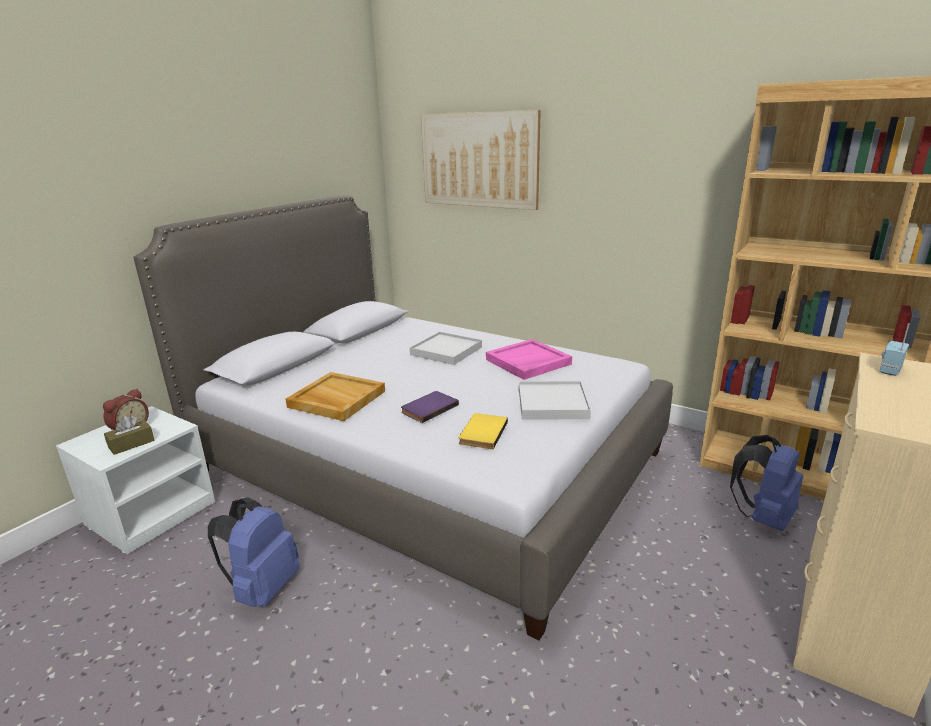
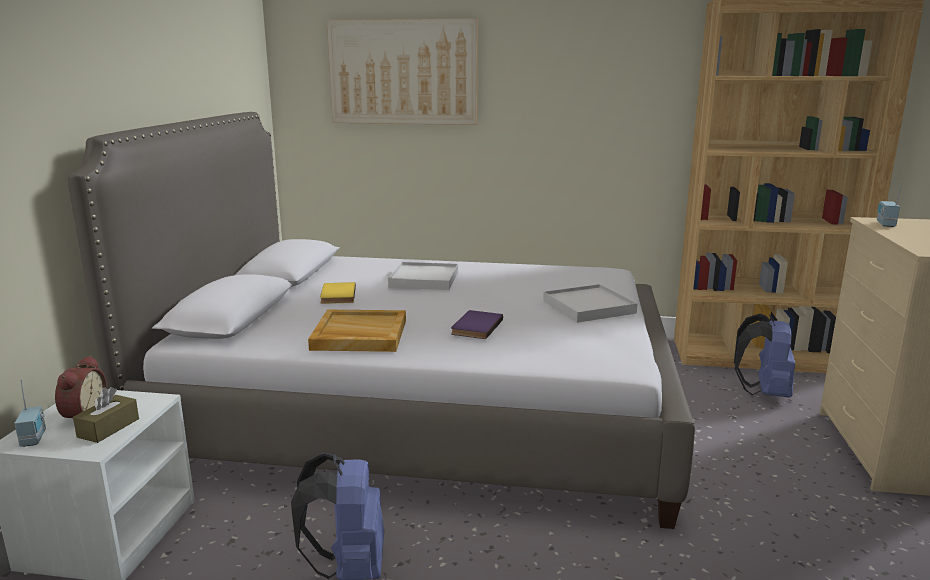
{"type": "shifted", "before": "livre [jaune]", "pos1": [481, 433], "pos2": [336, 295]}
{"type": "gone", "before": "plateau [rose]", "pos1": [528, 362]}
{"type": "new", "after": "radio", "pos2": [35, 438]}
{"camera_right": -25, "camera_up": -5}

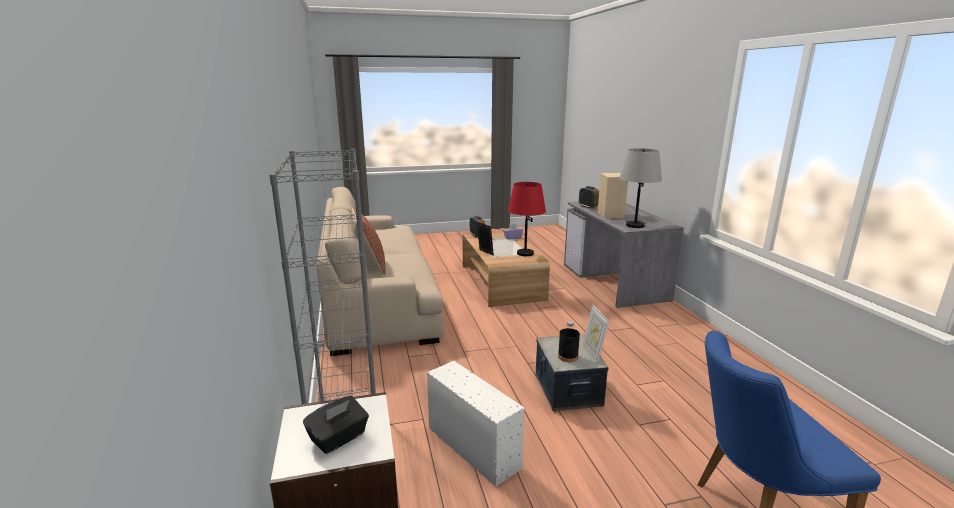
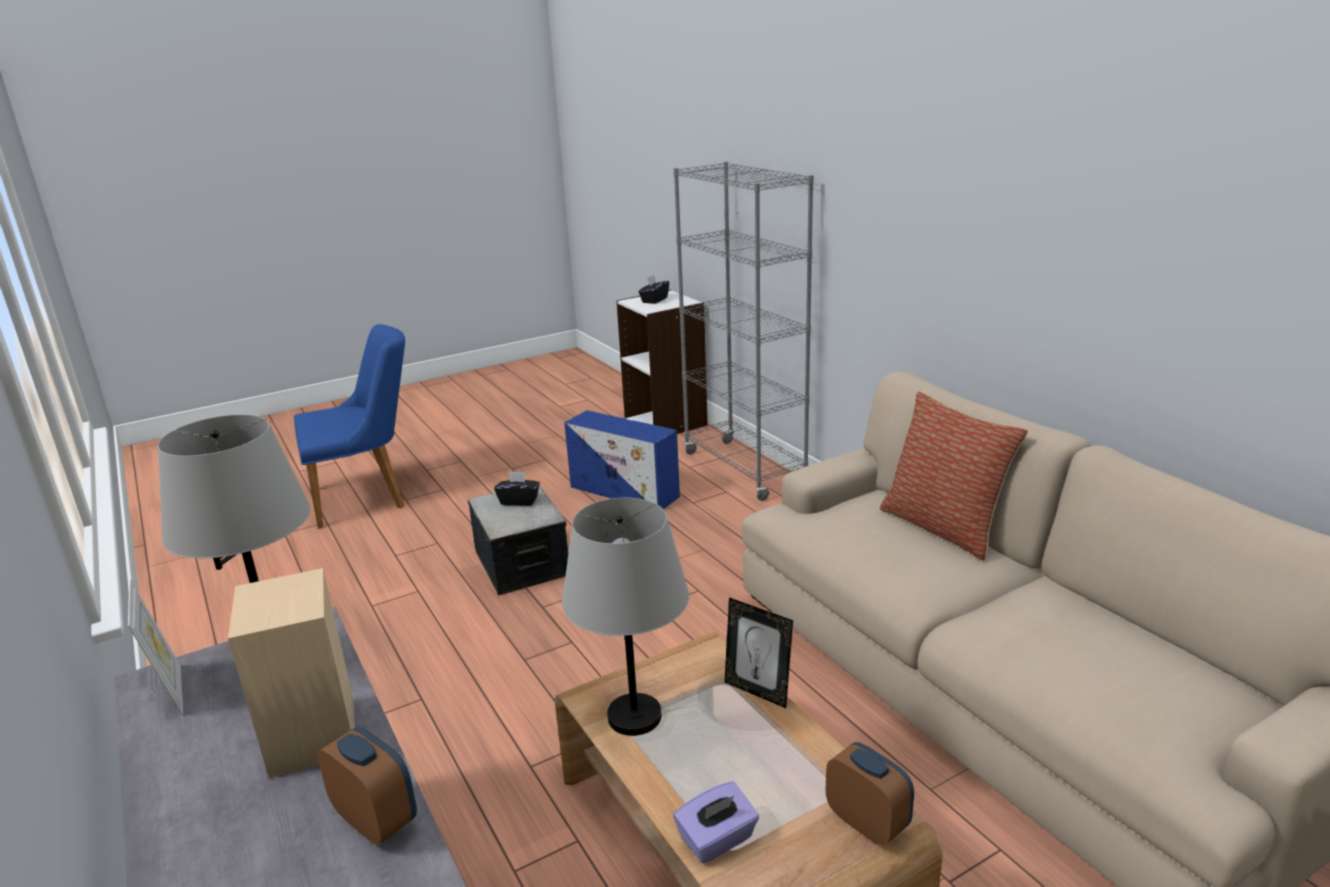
{"type": "repainted", "before": "boîte de rangement [blanc]", "after": "boîte de rangement [bleu]", "pos1": [471, 446], "pos2": [625, 492]}
{"type": "repainted", "before": "lampe de table [rouge]", "after": "lampe de table [gris]", "pos1": [525, 253], "pos2": [635, 717]}
{"type": "swapped", "before": "bouteille [noir]", "after": "boîte à mouchoirs [noir]", "pos1": [568, 357], "pos2": [519, 501]}
{"type": "shifted", "before": "cadre photo", "pos1": [593, 354], "pos2": [171, 692]}
{"camera_right": 165, "camera_up": 5}

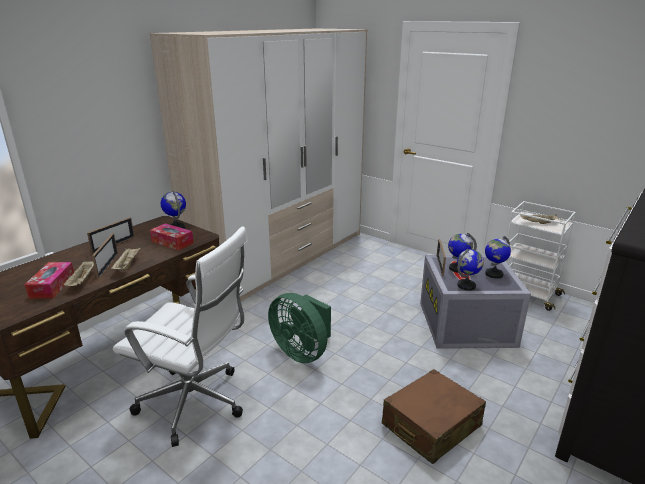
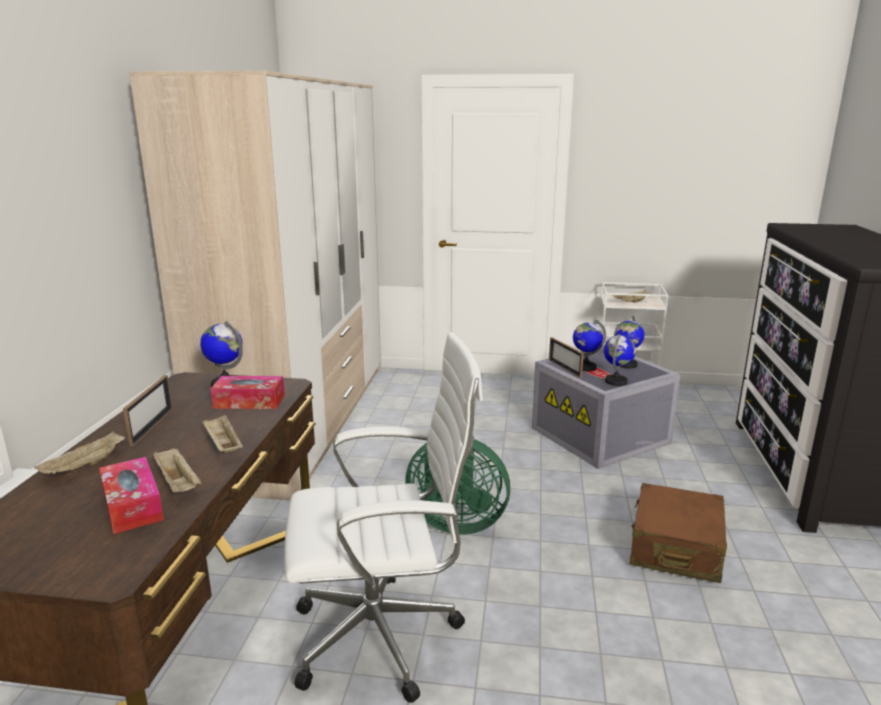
{"type": "gone", "before": "cadre photo", "pos1": [107, 265]}
{"type": "new", "after": "plateau [beige]", "pos2": [84, 467]}
{"camera_right": -30, "camera_up": -5}

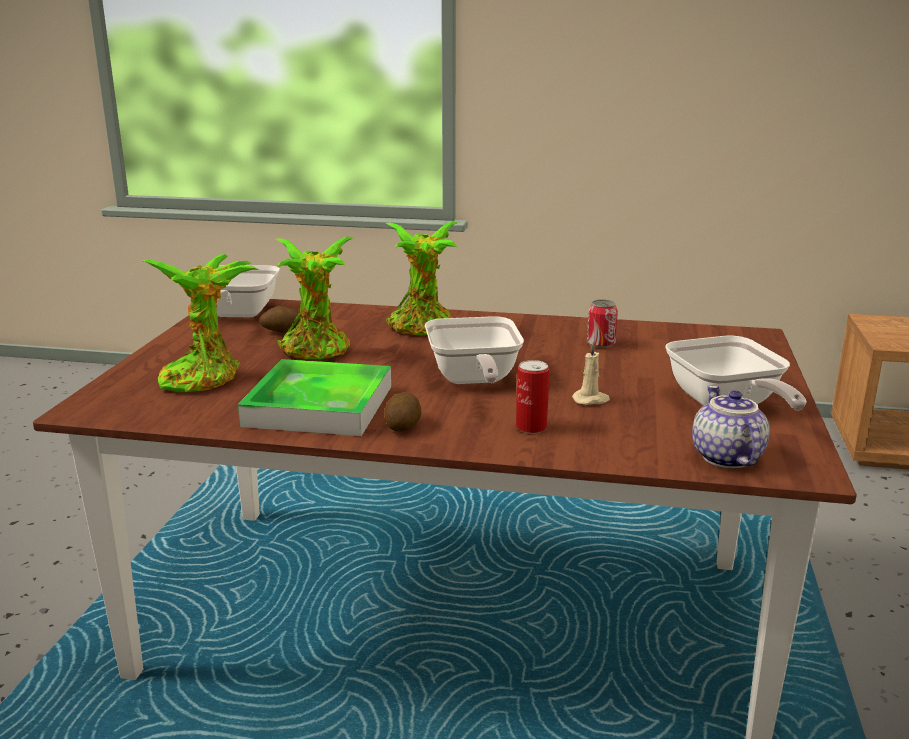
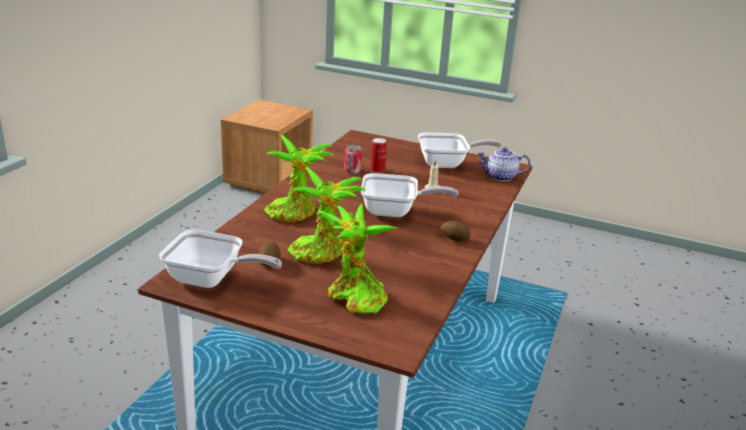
{"type": "gone", "before": "plateau", "pos1": [319, 406]}
{"type": "shifted", "before": "boîte métallique", "pos1": [531, 427], "pos2": [377, 169]}
{"camera_right": -80, "camera_up": 5}

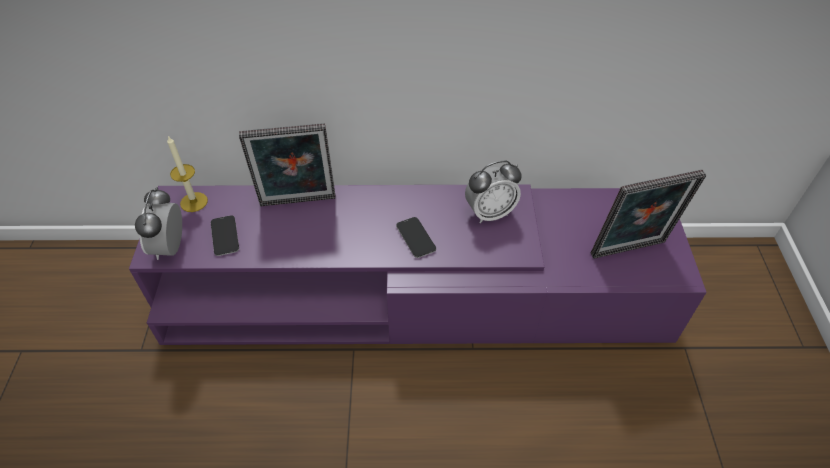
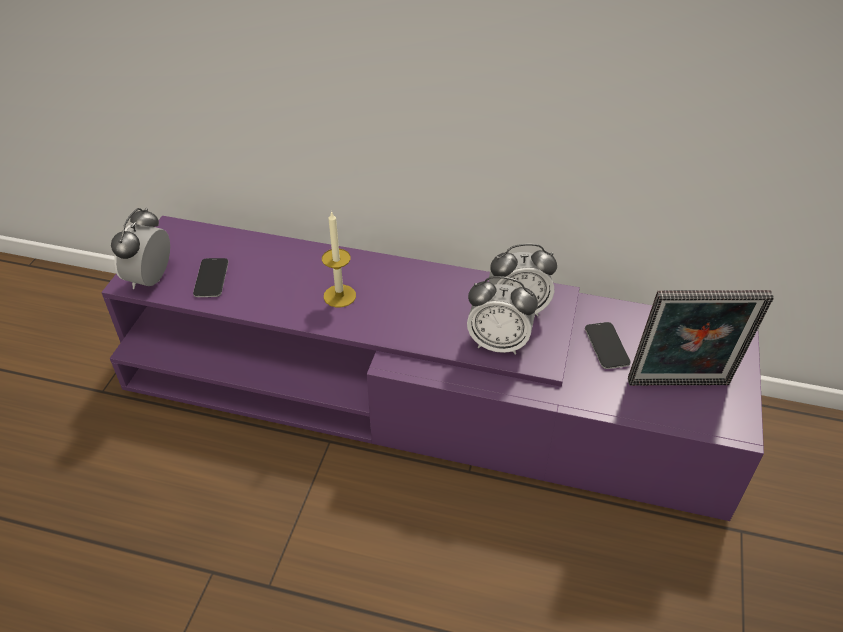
{"type": "shifted", "before": "bougie", "pos1": [194, 202], "pos2": [339, 296]}
{"type": "gone", "before": "cadre photo", "pos1": [298, 203]}
{"type": "shifted", "before": "téléphone", "pos1": [415, 238], "pos2": [606, 346]}
{"type": "new", "after": "réveil", "pos2": [498, 343]}
{"camera_right": 15, "camera_up": -5}

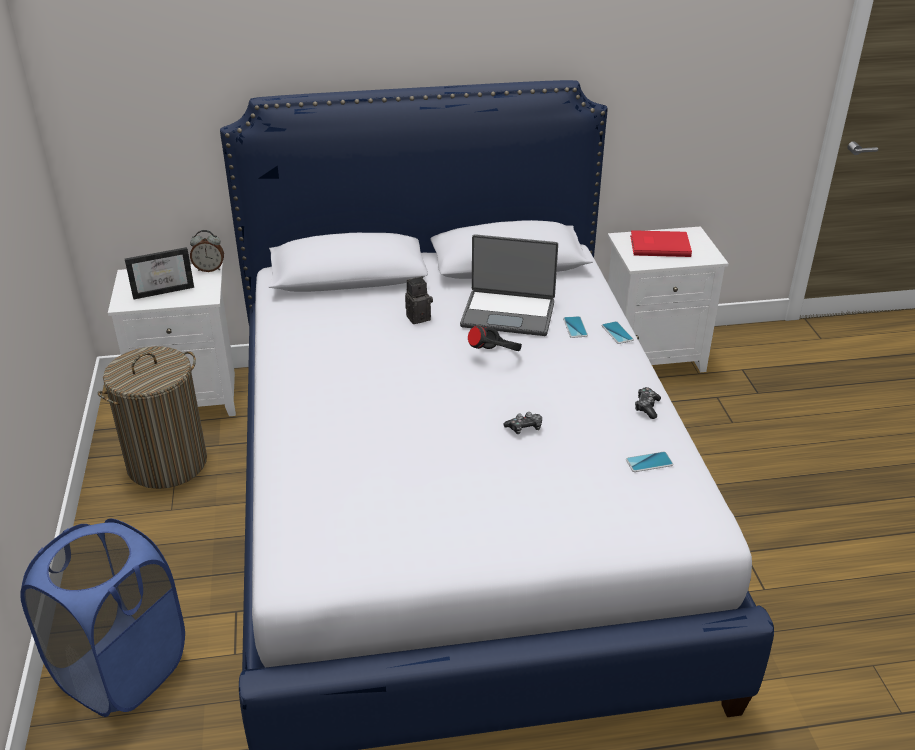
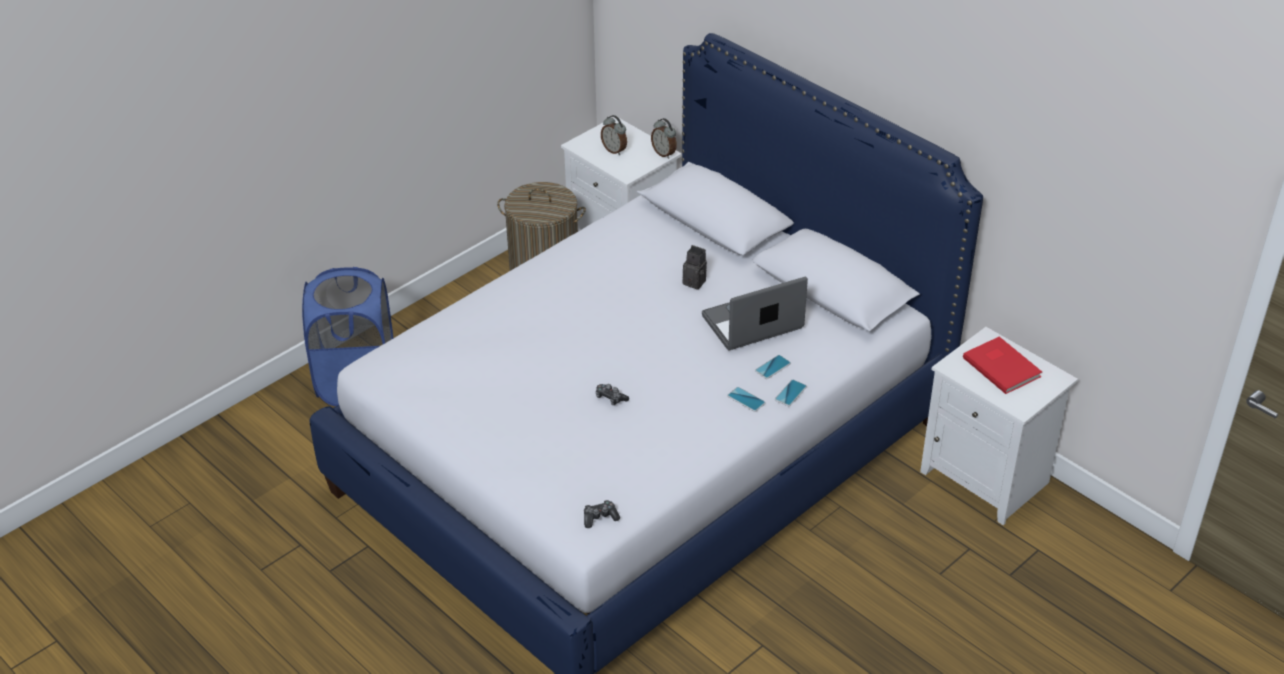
{"type": "swapped", "before": "cadre photo", "after": "réveil", "pos1": [164, 289], "pos2": [614, 150]}
{"type": "rotated", "before": "ordinateur portable", "pos1": [508, 313], "pos2": [753, 324], "turn": 90}
{"type": "gone", "before": "casque audio [noir]", "pos1": [495, 356]}
{"type": "shifted", "before": "téléphone", "pos1": [649, 462], "pos2": [746, 399]}
{"type": "shifted", "before": "manette", "pos1": [647, 407], "pos2": [600, 517]}
{"camera_right": 55, "camera_up": 5}

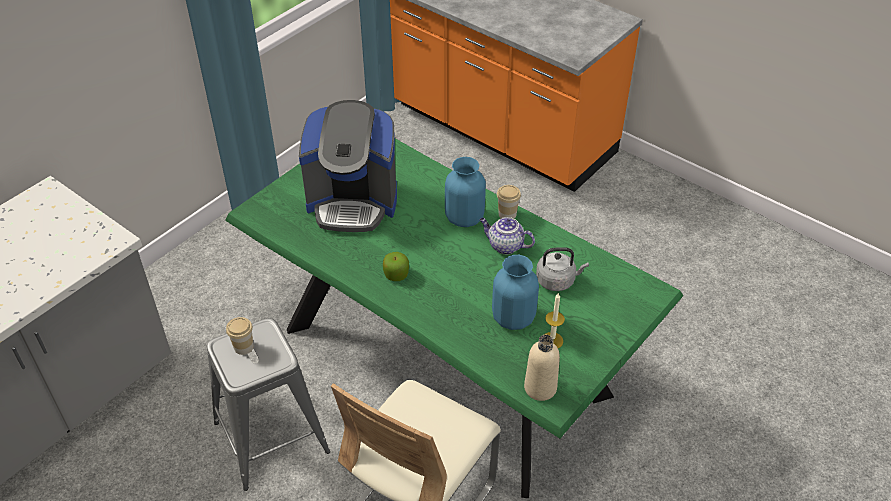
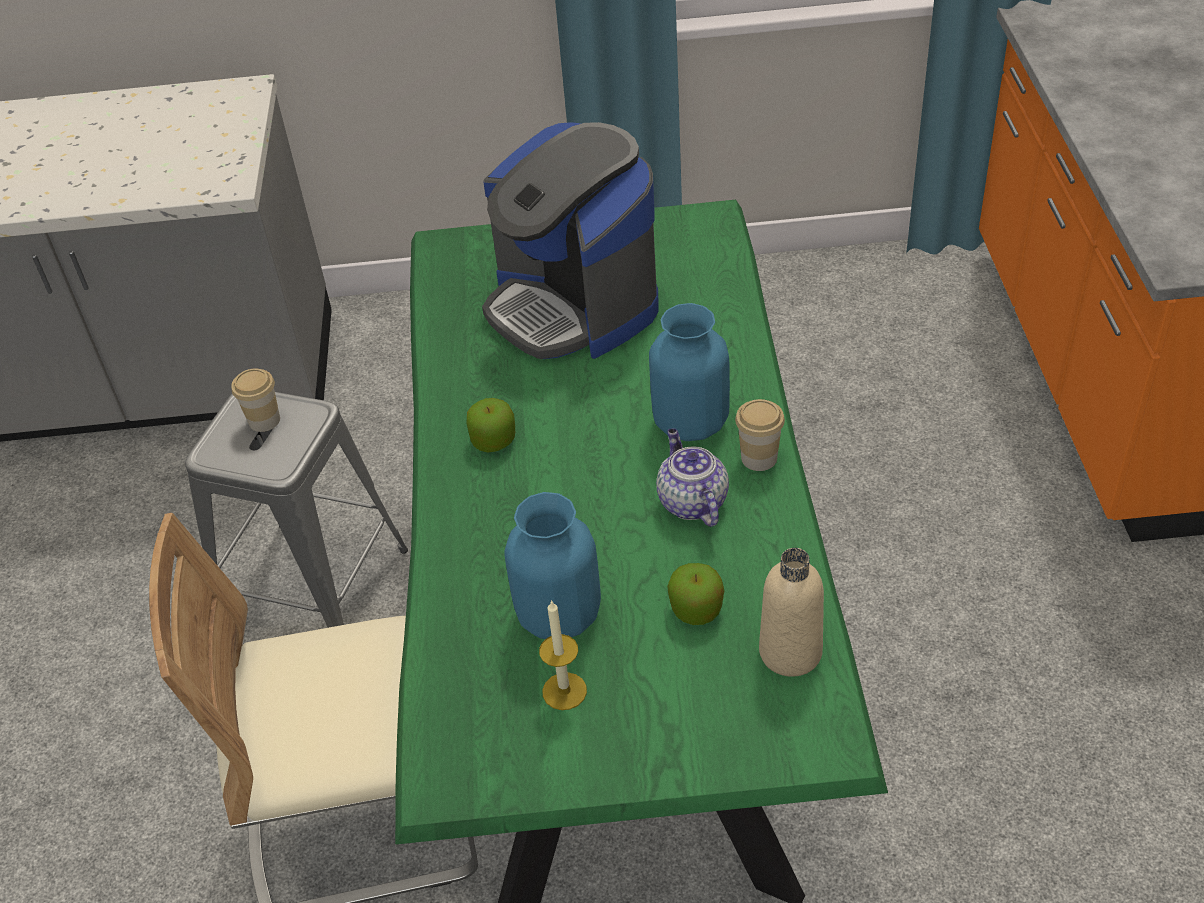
{"type": "shifted", "before": "bouteille [beige]", "pos1": [540, 388], "pos2": [790, 652]}
{"type": "swapped", "before": "bouilloire [gris]", "after": "pomme", "pos1": [557, 280], "pos2": [696, 609]}
{"camera_right": 50, "camera_up": 0}

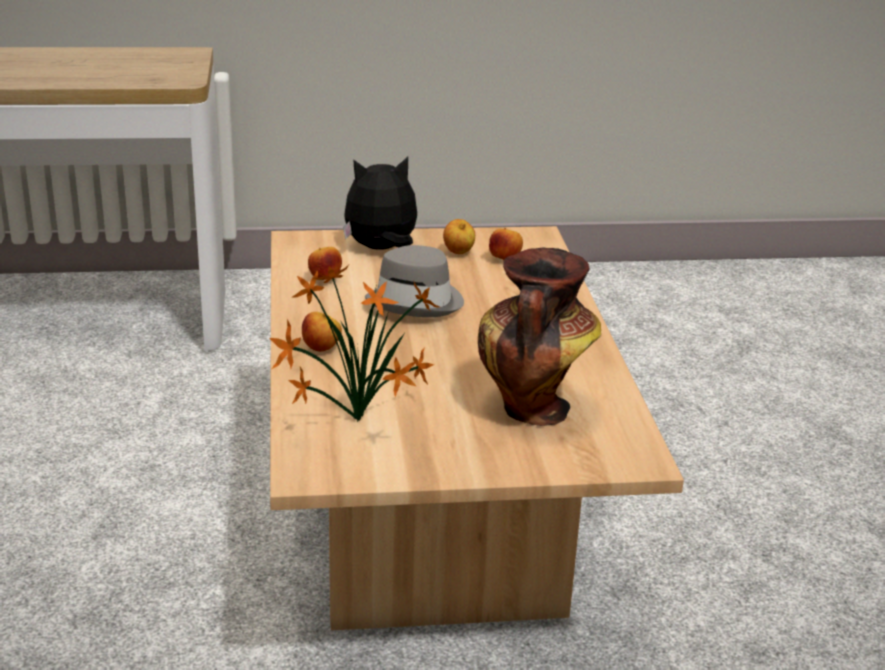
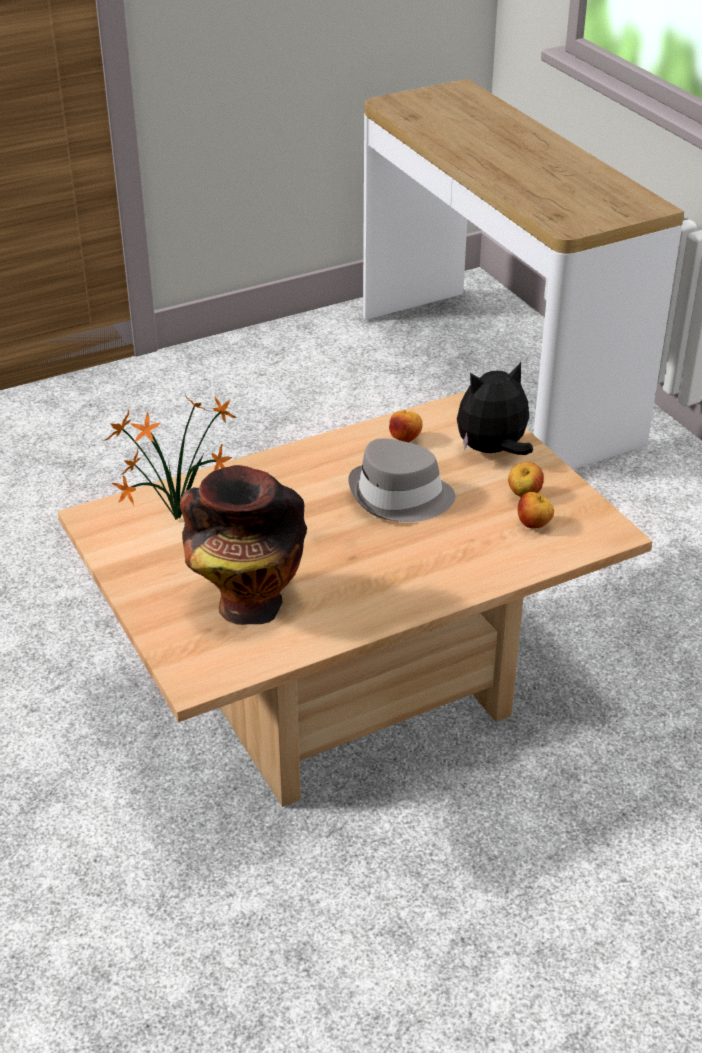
{"type": "gone", "before": "pomme", "pos1": [321, 349]}
{"type": "rotated", "before": "peluche", "pos1": [381, 249], "pos2": [492, 451], "turn": -75}
{"camera_right": 70, "camera_up": 10}

